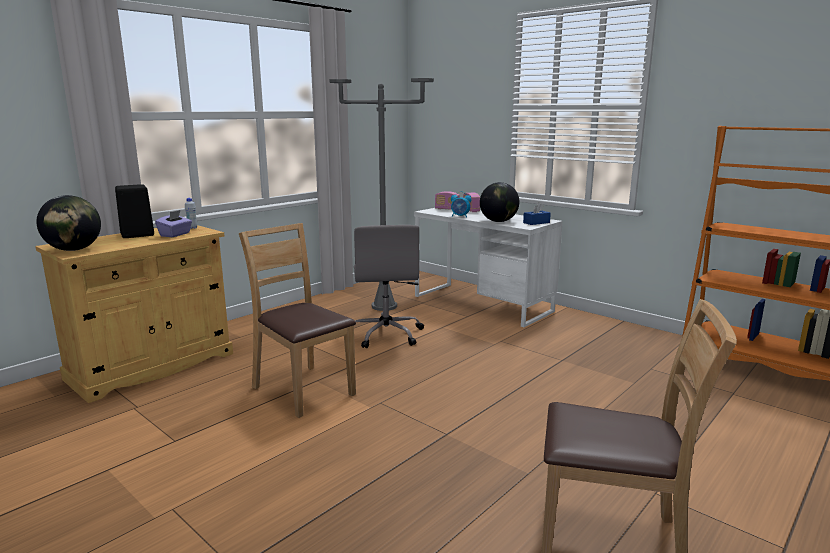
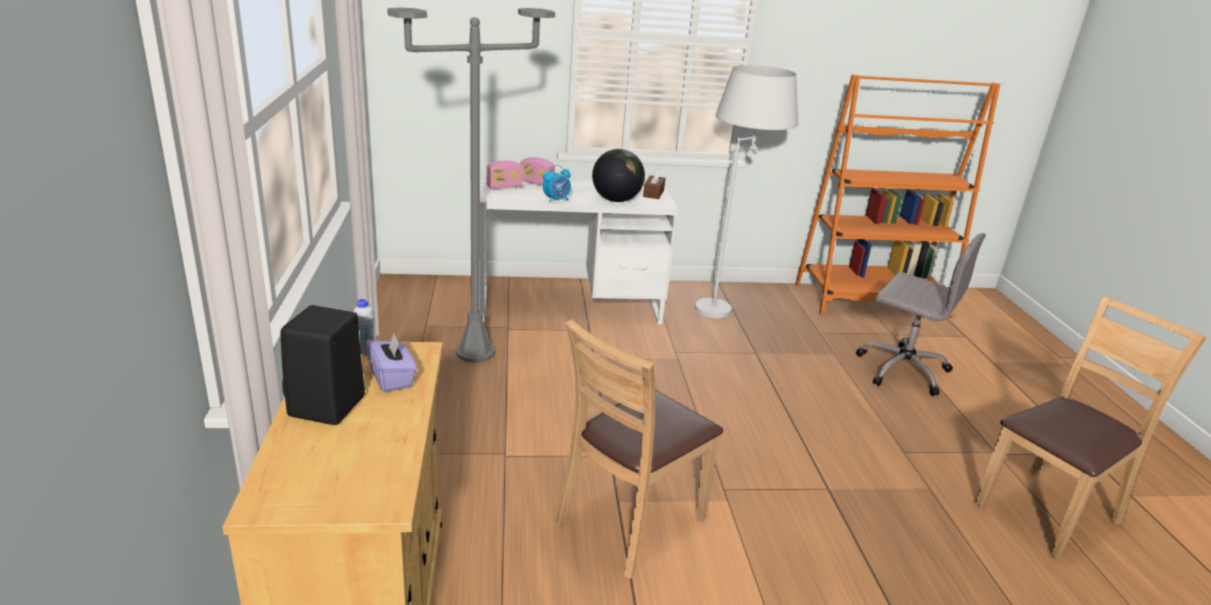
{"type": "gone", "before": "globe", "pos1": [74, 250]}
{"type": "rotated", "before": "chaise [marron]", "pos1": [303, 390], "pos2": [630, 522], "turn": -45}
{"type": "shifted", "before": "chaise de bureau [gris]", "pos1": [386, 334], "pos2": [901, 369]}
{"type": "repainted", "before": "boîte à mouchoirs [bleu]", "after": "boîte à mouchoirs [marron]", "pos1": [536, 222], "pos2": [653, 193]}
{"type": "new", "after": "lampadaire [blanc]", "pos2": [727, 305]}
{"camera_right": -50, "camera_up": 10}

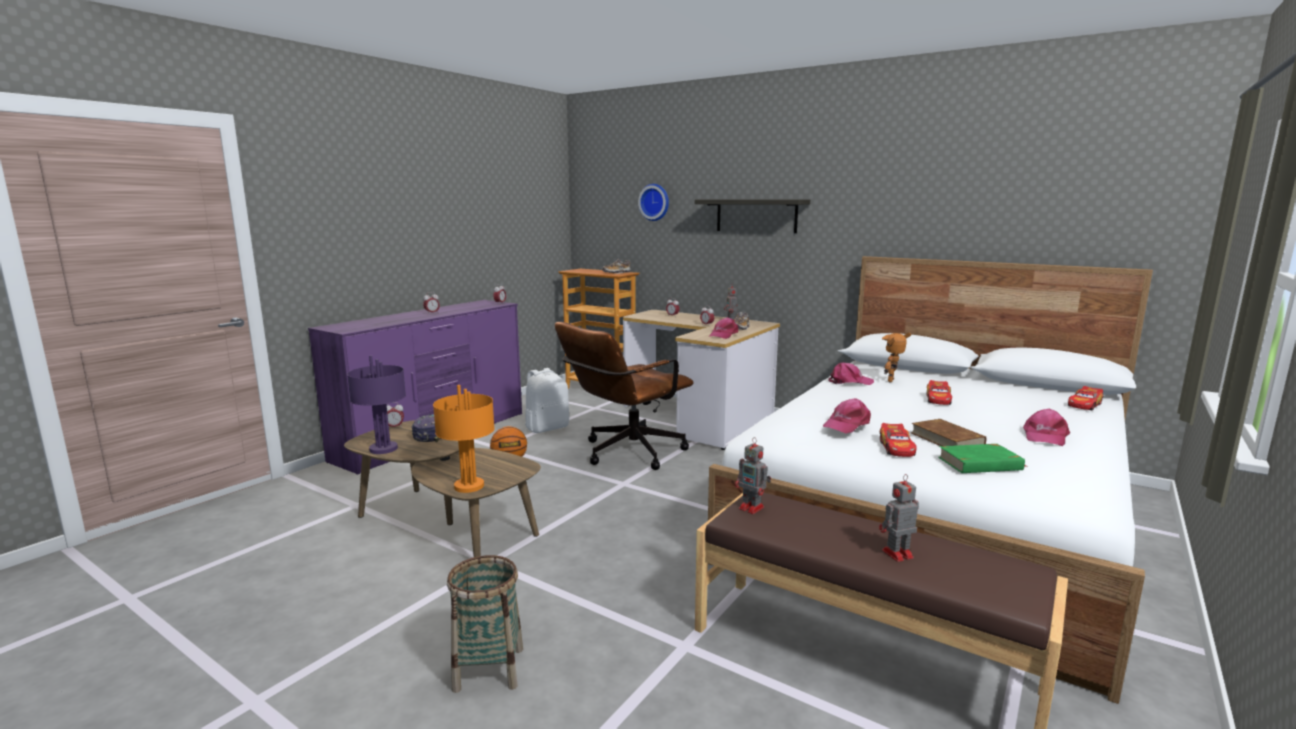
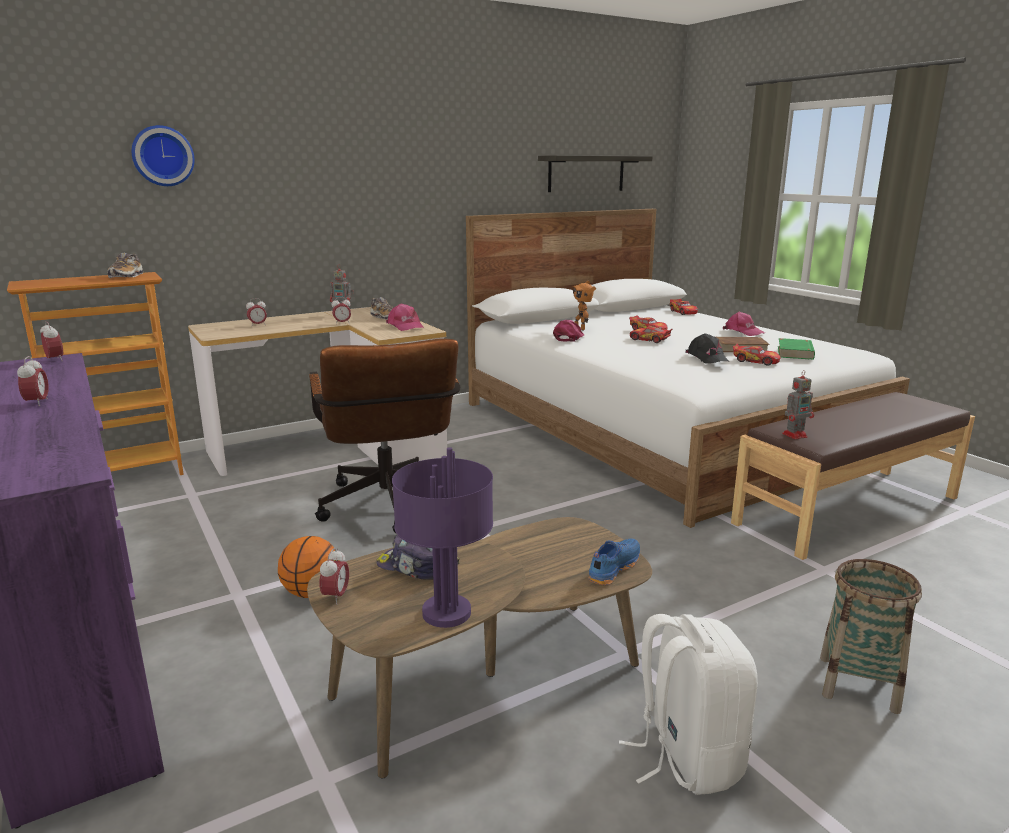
{"type": "swapped", "before": "lampe de table [orange]", "after": "chaussure [bleu]", "pos1": [468, 486], "pos2": [612, 568]}
{"type": "shifted", "before": "sac à dos [blanc]", "pos1": [547, 428], "pos2": [686, 756]}
{"type": "shifted", "before": "étagère", "pos1": [756, 215], "pos2": [586, 173]}
{"type": "repainted", "before": "casquette [rose]", "after": "casquette [noir]", "pos1": [847, 424], "pos2": [707, 357]}
{"type": "gone", "before": "robot jouet", "pos1": [896, 554]}
{"type": "new", "after": "petite voiture", "pos2": [649, 340]}
{"camera_right": -65, "camera_up": 5}

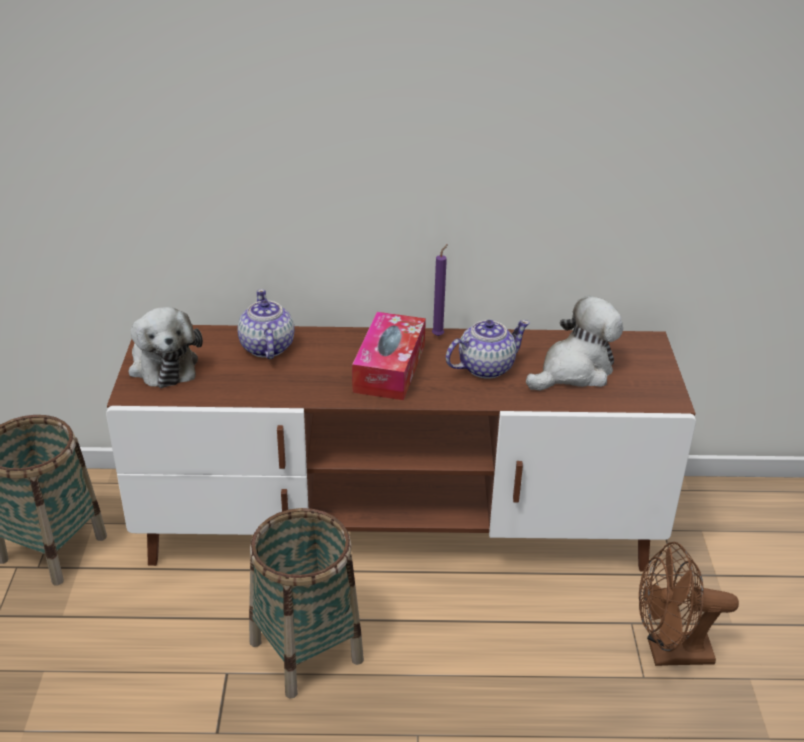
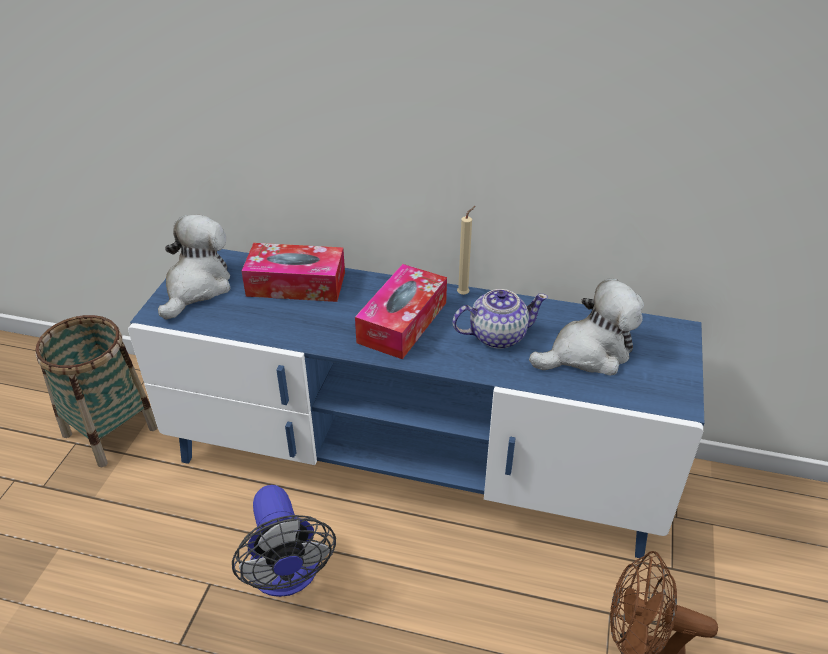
{"type": "repainted", "before": "meuble télé [marron]", "after": "meuble télé [bleu]", "pos1": [398, 525], "pos2": [414, 463]}
{"type": "rotated", "before": "peluche", "pos1": [163, 364], "pos2": [197, 287], "turn": -150}
{"type": "swapped", "before": "théière", "after": "boîte à mouchoirs", "pos1": [266, 348], "pos2": [296, 284]}
{"type": "swapped", "before": "panier", "after": "ventilateur", "pos1": [306, 651], "pos2": [287, 576]}
{"type": "repainted", "before": "bougie [violet]", "after": "bougie [beige]", "pos1": [439, 335], "pos2": [464, 294]}
{"camera_right": 15, "camera_up": 5}

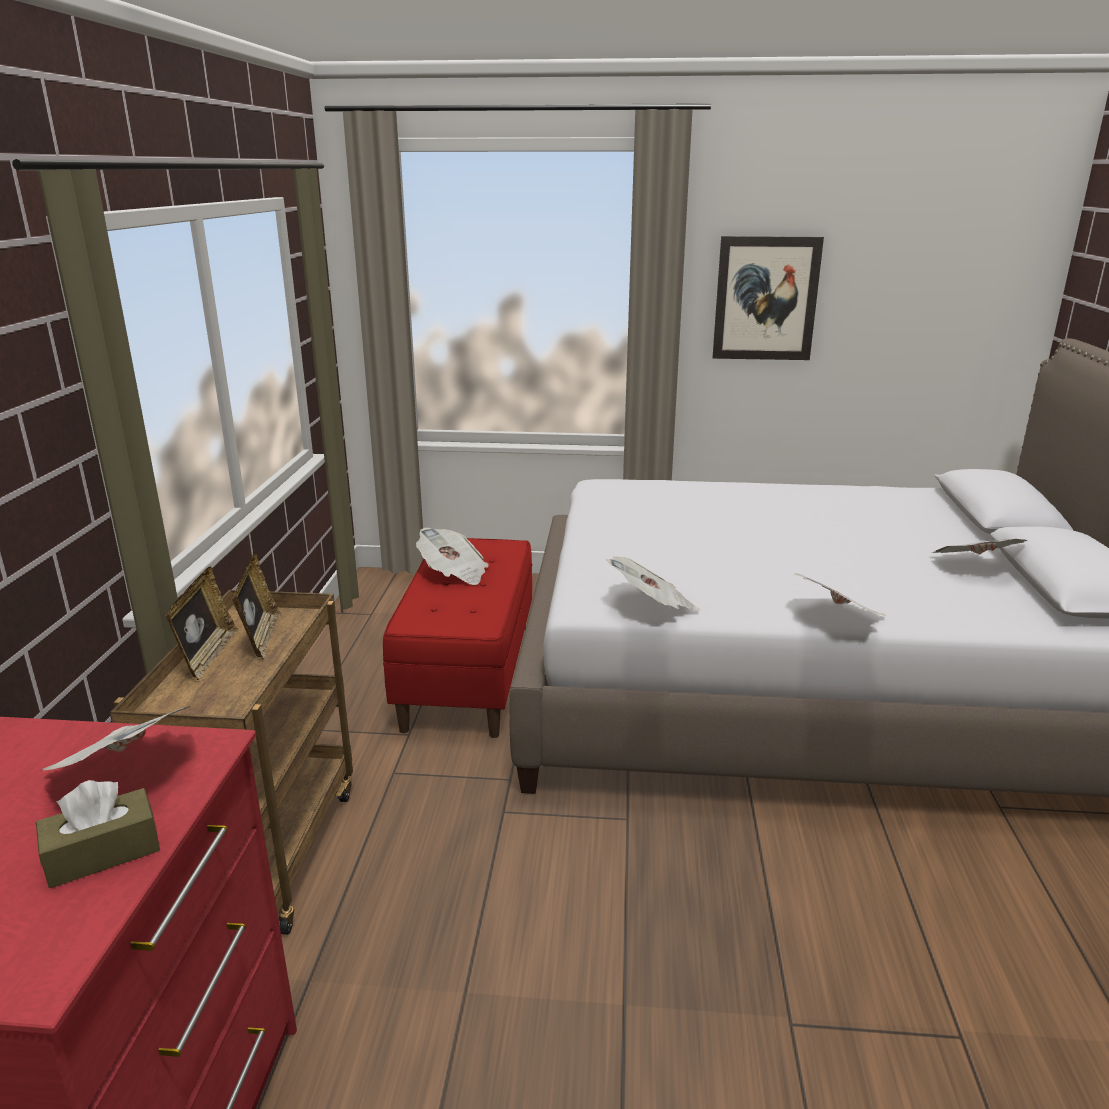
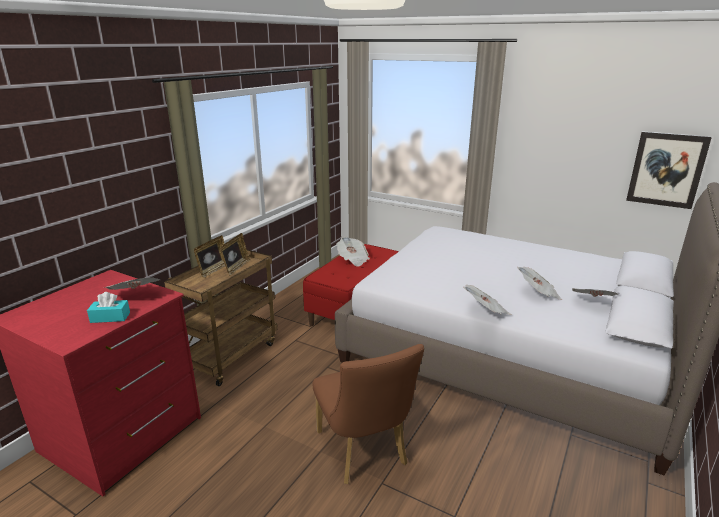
{"type": "repainted", "before": "boîte à mouchoirs [marron]", "after": "boîte à mouchoirs [turquoise]", "pos1": [103, 853], "pos2": [110, 317]}
{"type": "shifted", "before": "journal", "pos1": [652, 606], "pos2": [538, 293]}
{"type": "shifted", "before": "tableau", "pos1": [765, 299], "pos2": [666, 169]}
{"type": "new", "after": "chaise [marron]", "pos2": [364, 452]}
{"camera_right": 25, "camera_up": 0}

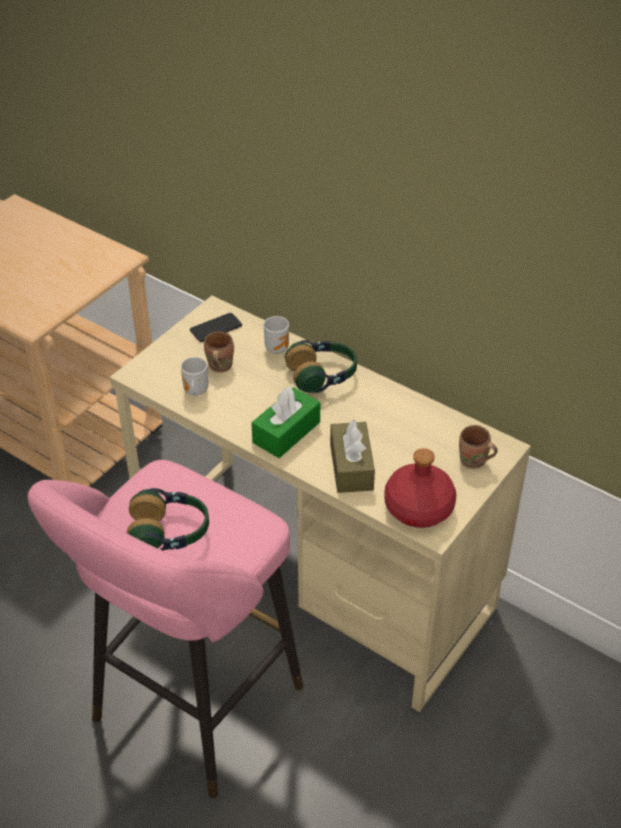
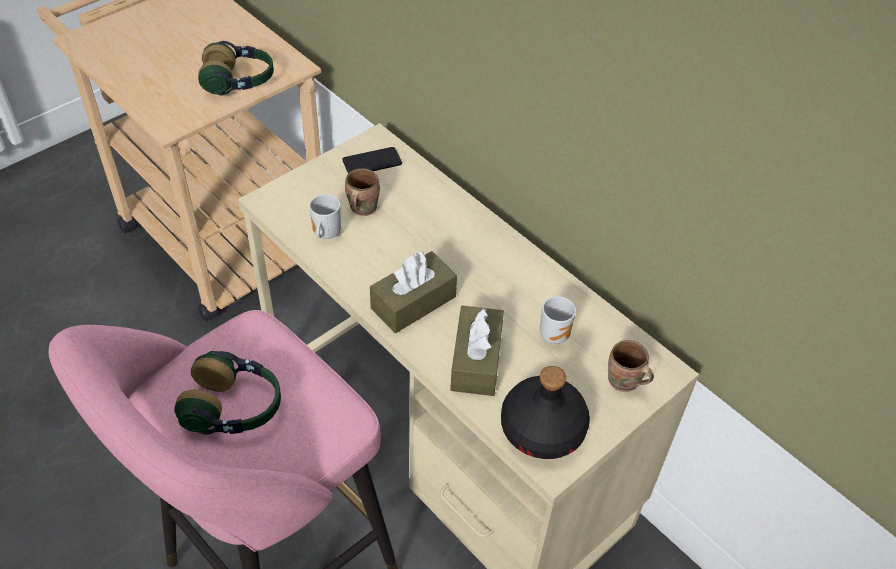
{"type": "repainted", "before": "boîte à mouchoirs [vert]", "after": "boîte à mouchoirs [marron]", "pos1": [286, 432], "pos2": [413, 302]}
{"type": "shifted", "before": "mug", "pos1": [277, 348], "pos2": [555, 334]}
{"type": "shifted", "before": "casque audio", "pos1": [322, 376], "pos2": [239, 82]}
{"type": "repainted", "before": "bouteille [rouge]", "after": "bouteille [noir]", "pos1": [419, 508], "pos2": [543, 430]}
{"camera_right": 10, "camera_up": 5}

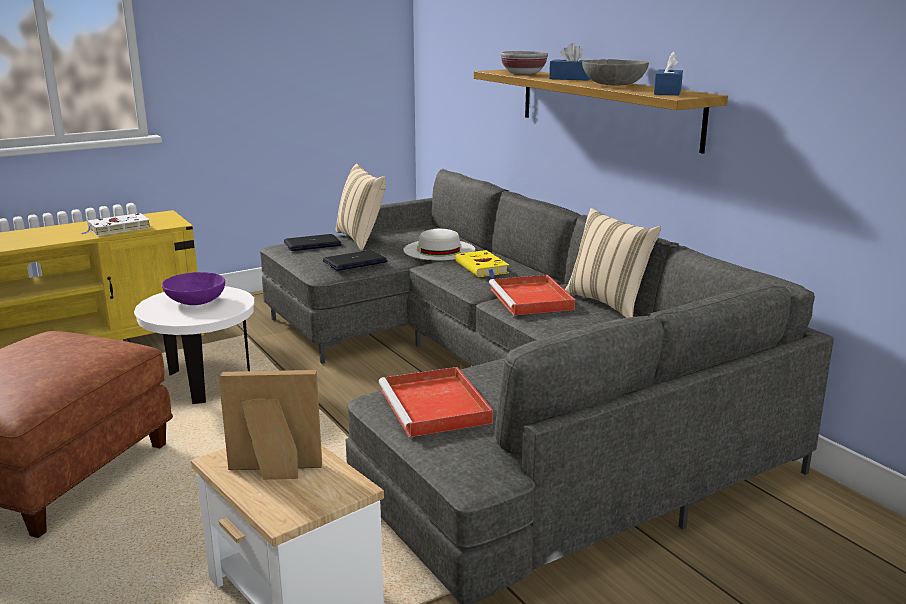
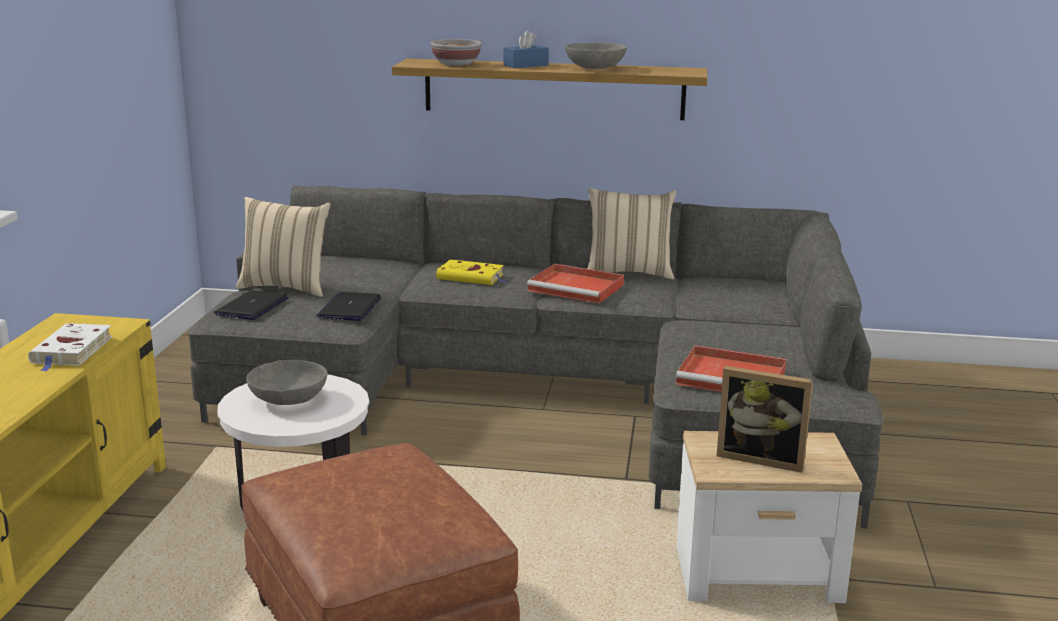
{"type": "repainted", "before": "bol [violet]", "after": "bol [gris]", "pos1": [196, 301], "pos2": [288, 399]}
{"type": "rotated", "before": "cadre photo", "pos1": [274, 472], "pos2": [761, 458], "turn": -105}
{"type": "gone", "before": "chapeau [blanc]", "pos1": [439, 250]}
{"type": "gone", "before": "boîte à mouchoirs [bleu]", "pos1": [667, 92]}
{"camera_right": -50, "camera_up": 0}

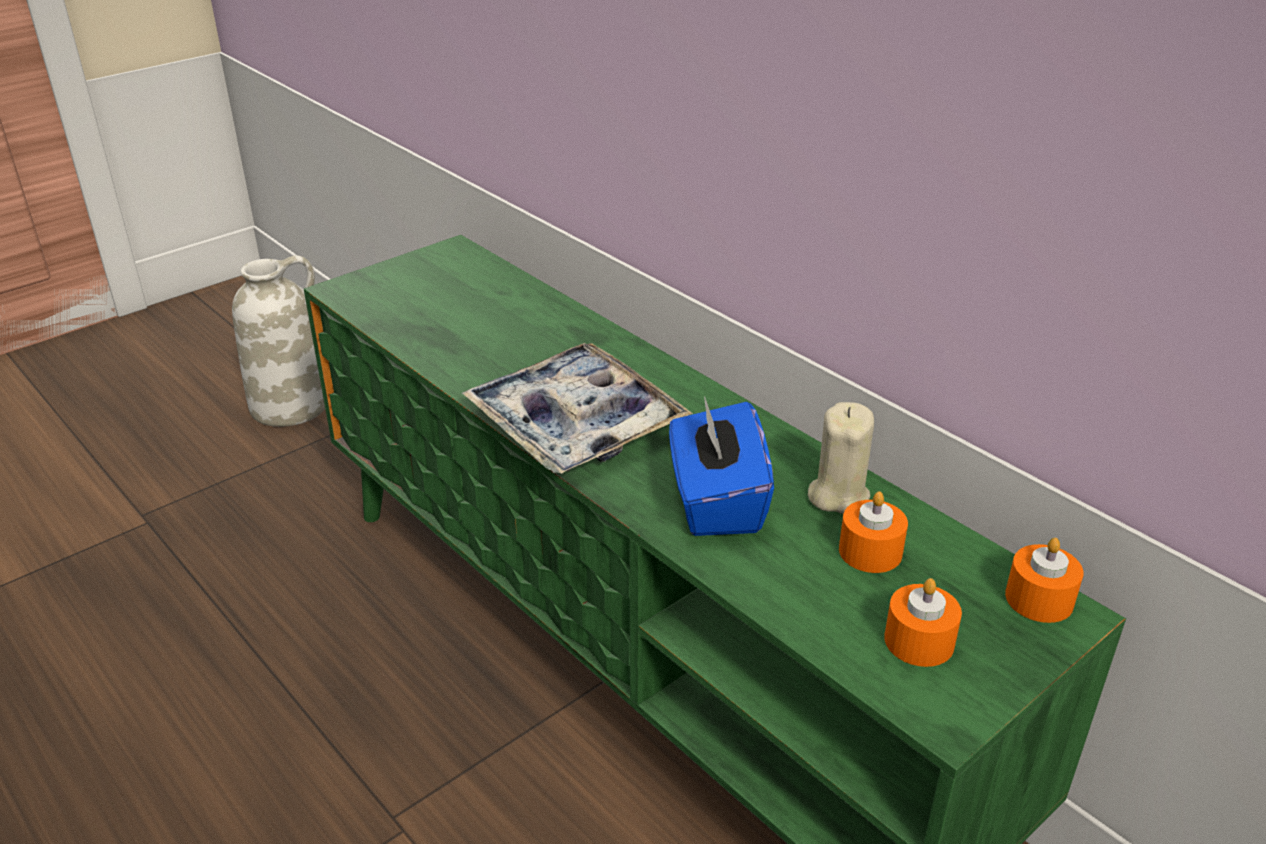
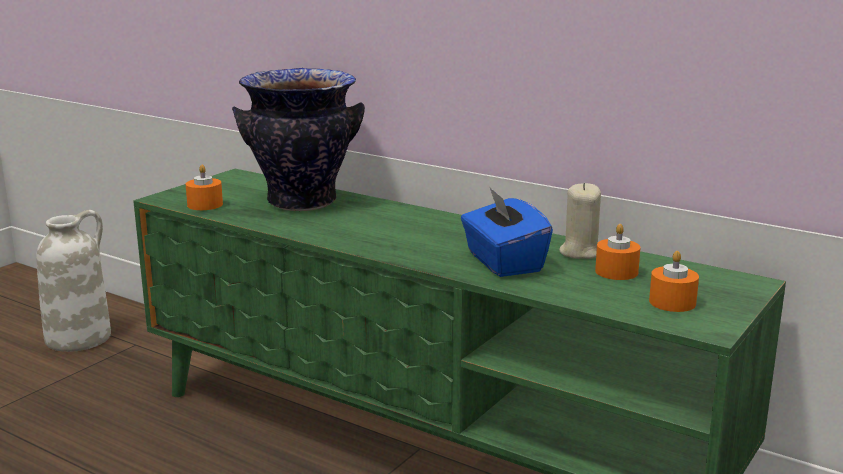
{"type": "gone", "before": "plateau", "pos1": [575, 423]}
{"type": "shifted", "before": "bougie [orange]", "pos1": [1039, 599], "pos2": [205, 205]}
{"type": "new", "after": "vase", "pos2": [302, 202]}
{"camera_right": -15, "camera_up": -15}

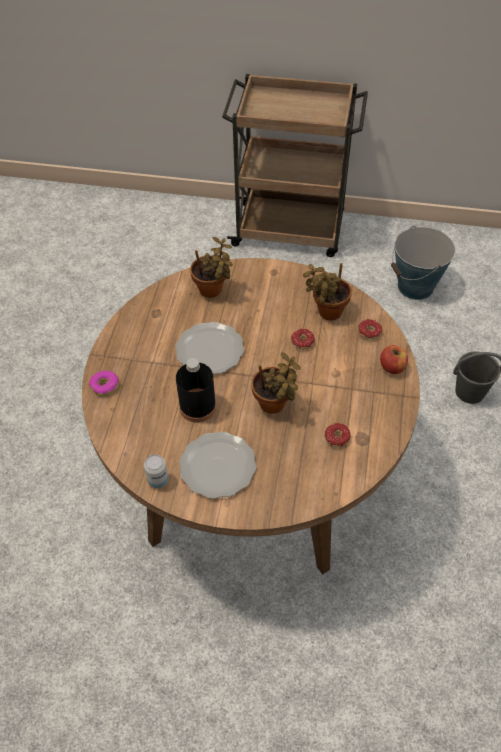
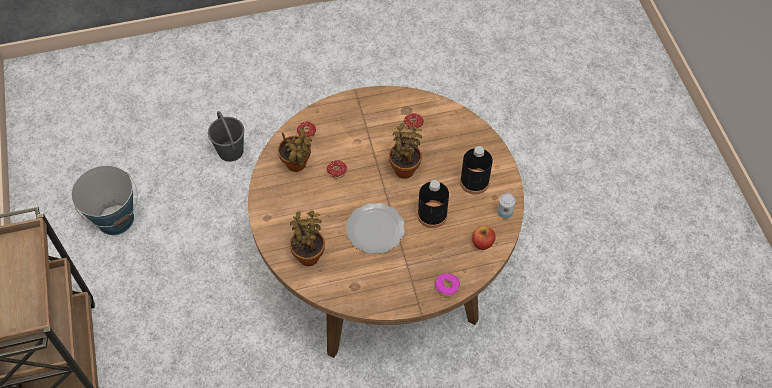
{"type": "swapped", "before": "assiette", "after": "bouteille [noir]", "pos1": [218, 467], "pos2": [474, 182]}
{"type": "shifted", "before": "pomme", "pos1": [392, 367], "pos2": [482, 242]}
{"camera_right": -115, "camera_up": 5}

